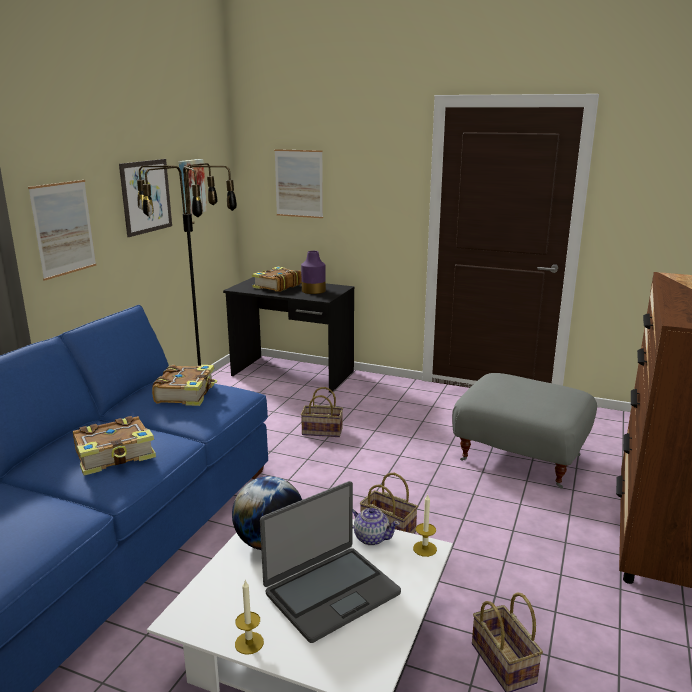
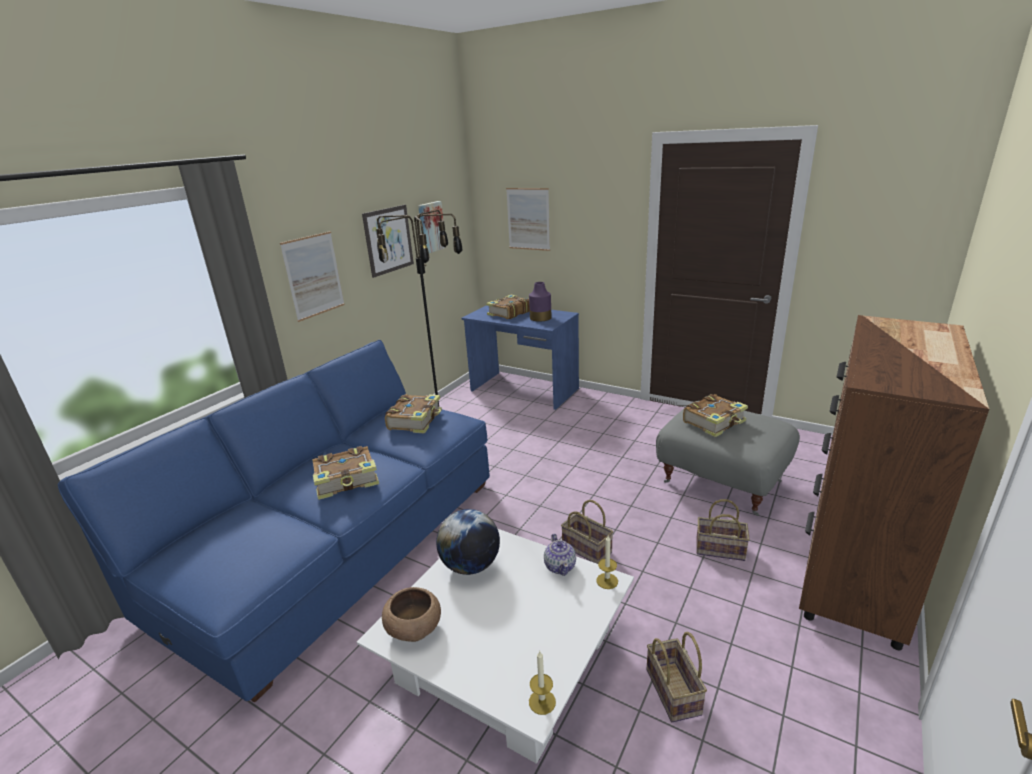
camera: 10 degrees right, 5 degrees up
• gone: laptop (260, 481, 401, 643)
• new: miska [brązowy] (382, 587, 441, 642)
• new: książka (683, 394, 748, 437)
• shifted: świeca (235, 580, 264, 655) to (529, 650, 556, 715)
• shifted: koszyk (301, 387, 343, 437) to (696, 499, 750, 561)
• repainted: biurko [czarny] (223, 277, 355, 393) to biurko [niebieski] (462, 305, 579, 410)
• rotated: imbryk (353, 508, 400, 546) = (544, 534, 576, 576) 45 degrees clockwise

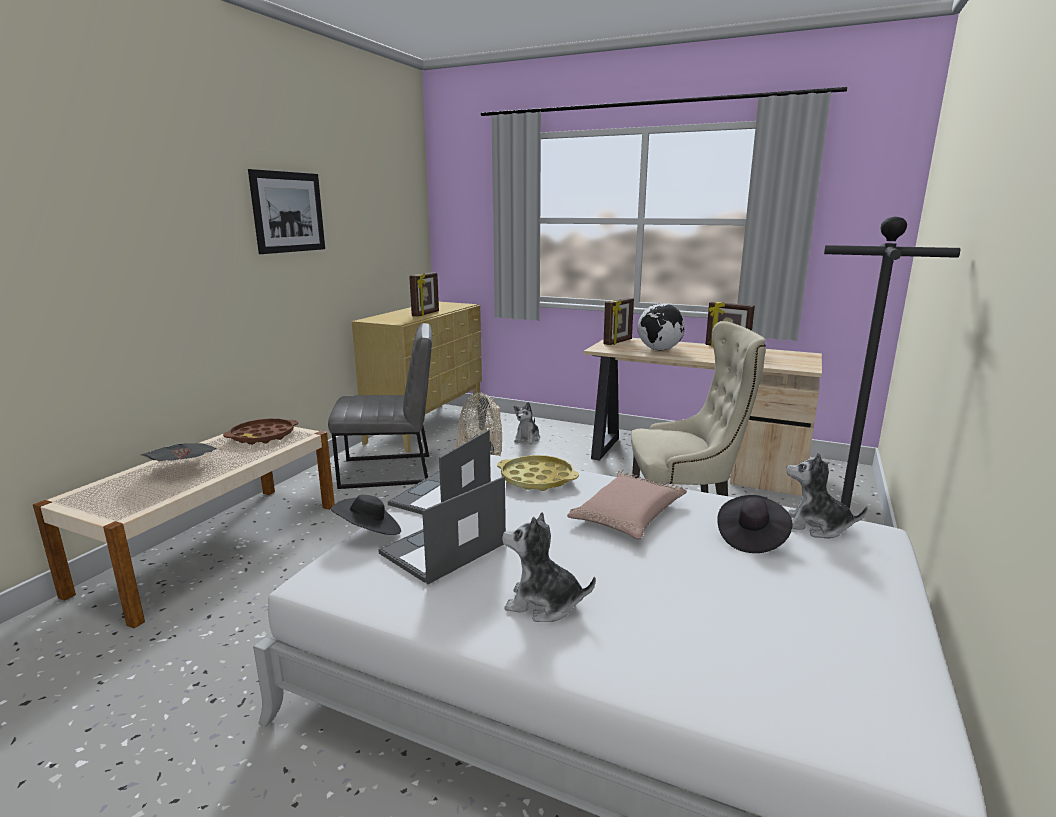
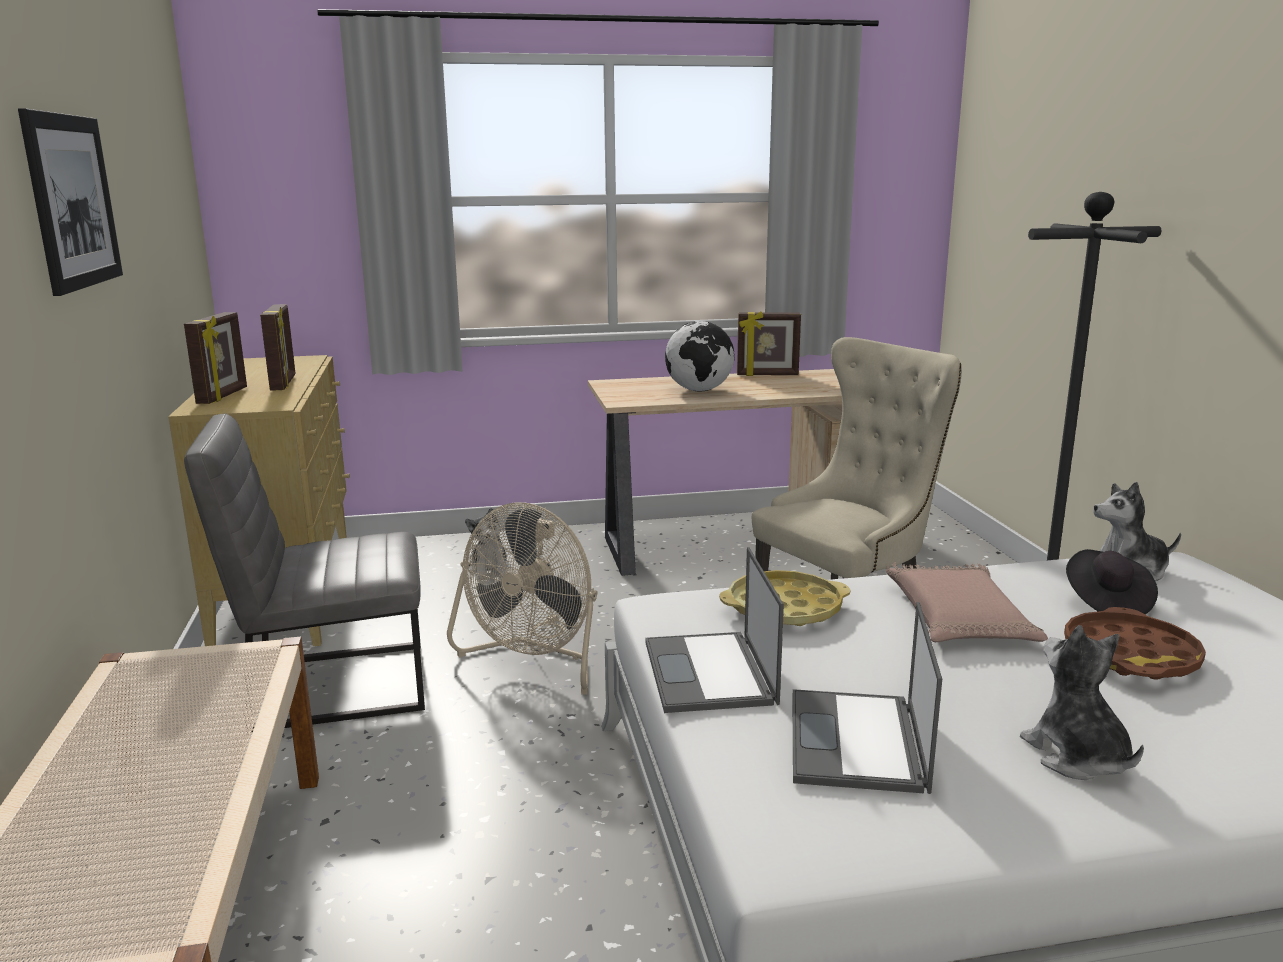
camera: 35 degrees left, 0 degrees up
• gone: gazeta (140, 443, 217, 461)
• gone: kapelusz [czarny] (331, 495, 401, 535)
• shifted: taca [brązowy] (223, 418, 298, 445) to (1064, 607, 1206, 680)
• shifted: ramka na zdjęcie (603, 298, 634, 345) to (184, 312, 247, 404)
• rotated: krzesło [szary] (328, 323, 432, 489) = (184, 413, 425, 733) 150 degrees counterclockwise
• rotated: pluszak (502, 512, 596, 622) = (1020, 625, 1144, 780) 90 degrees clockwise

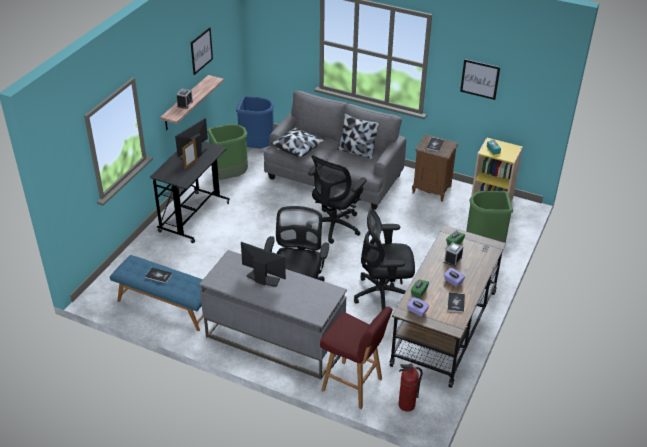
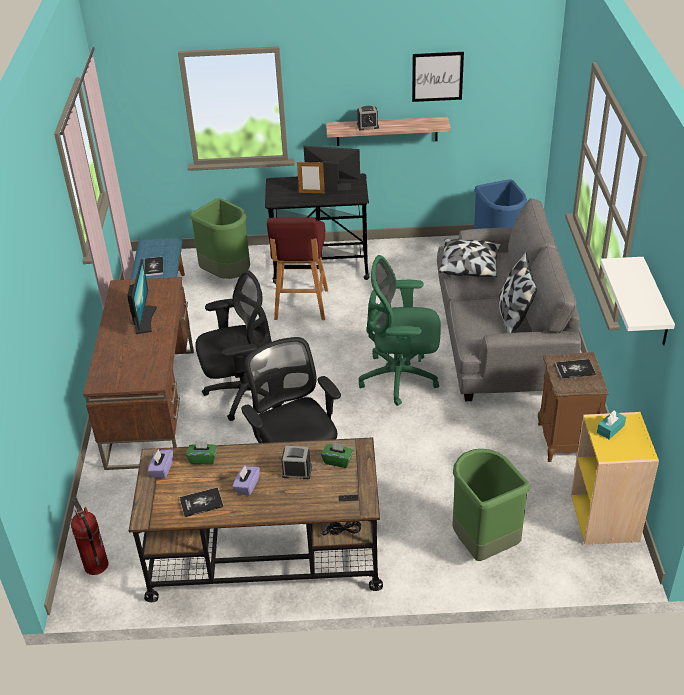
camera: 65 degrees right, 0 degrees up
• shifted: kosz na śmieci [zielony] (207, 124, 248, 180) to (190, 198, 250, 279)
• shifted: stołek [czerwony] (320, 307, 393, 409) to (267, 218, 328, 320)
• swapped: obraz (460, 59, 500, 100) to półka [biały] (600, 257, 675, 345)
• repainted: biurko [szary] (199, 250, 347, 380) to biurko [brązowy] (83, 277, 194, 470)
• repainted: krzesło biurowe [czarny] (308, 155, 367, 244) to krzesło biurowe [zielony] (359, 255, 441, 406)

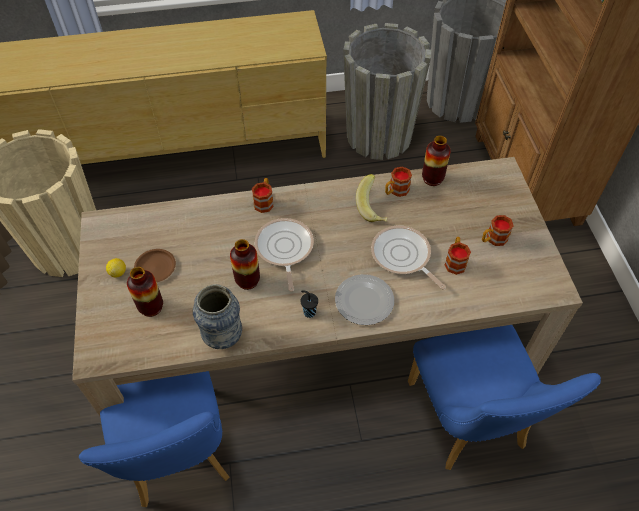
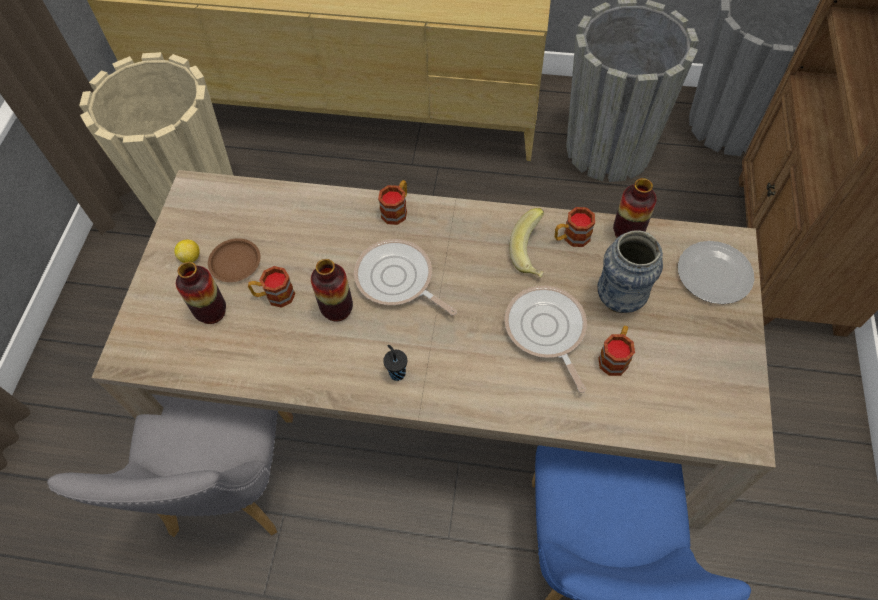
camera: 20 degrees right, 5 degrees up
• shifted: wazon (193, 284, 242, 349) to (597, 230, 663, 313)
• shifted: talerz (335, 274, 394, 325) to (678, 241, 755, 304)
• shifted: kubek (482, 215, 513, 246) to (248, 266, 296, 308)
• repainted: krzesło [niebieski] (79, 371, 230, 507) to krzesło [szary] (47, 394, 293, 537)
• rotated: patelnia (255, 218, 314, 292) = (354, 239, 457, 316) 60 degrees counterclockwise

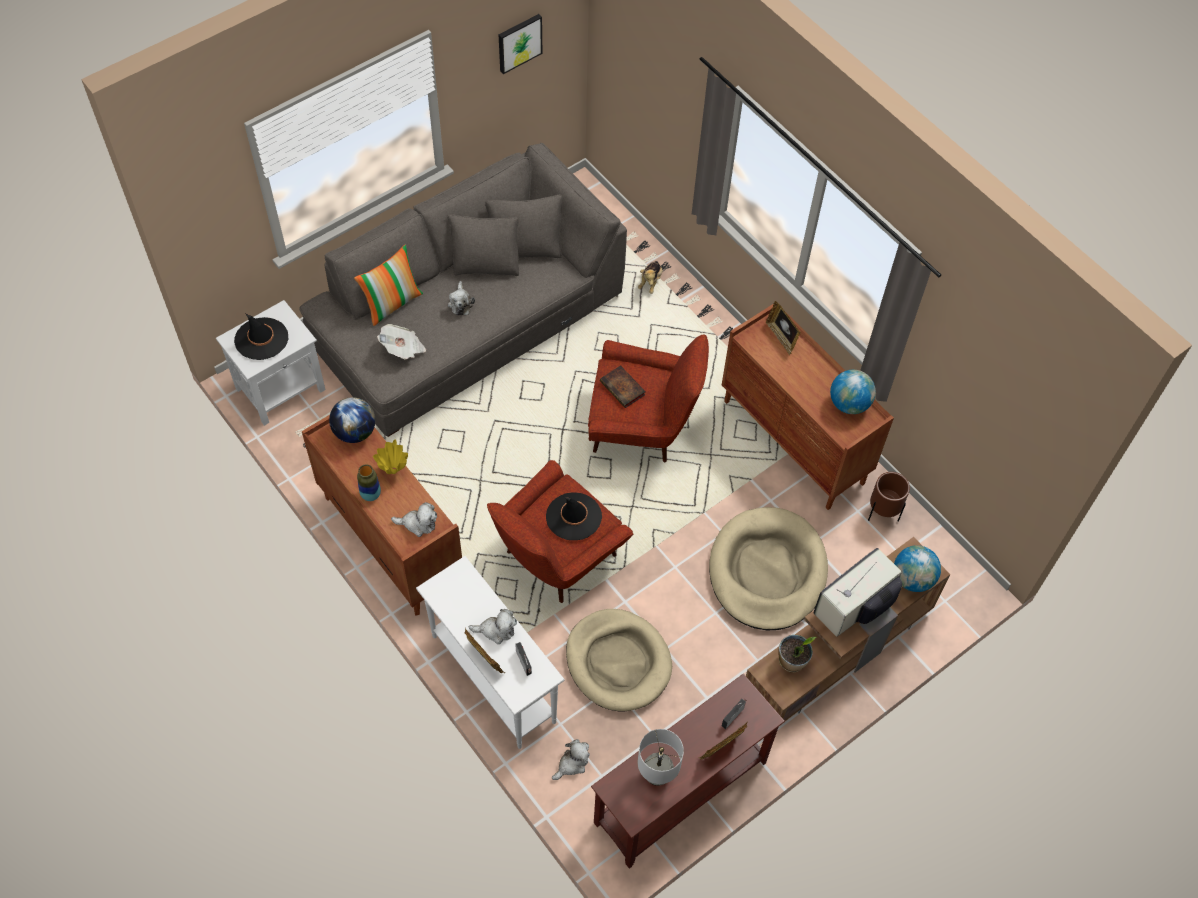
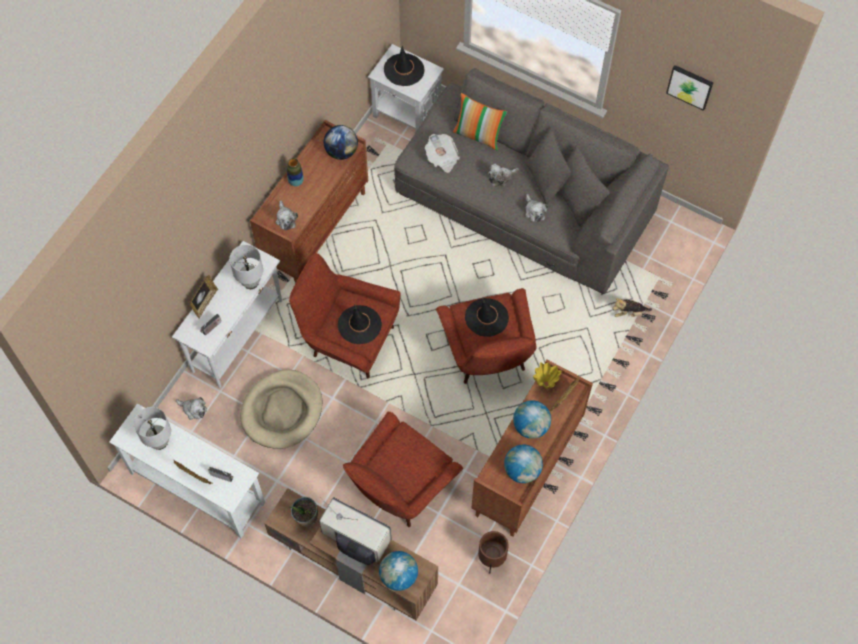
camera: 70 degrees right, 5 degrees up
• new: lampa stołowa [biały] (229, 245, 263, 289)
• new: globus (513, 400, 551, 439)
• shifted: wazon [żółty] (373, 440, 408, 474) to (533, 362, 562, 389)
• shifted: pluszak (469, 609, 517, 644) to (525, 194, 548, 223)
• swapped: książka (600, 365, 646, 408) to kapelusz [czarny] (465, 298, 509, 337)
• swapped: legowisko [beżowy] (709, 507, 828, 631) to fotel [czerwony] (343, 412, 463, 527)
• repainted: stolik konsolowy [brązowy] (591, 674, 785, 869) to stolik konsolowy [biały] (109, 403, 265, 538)

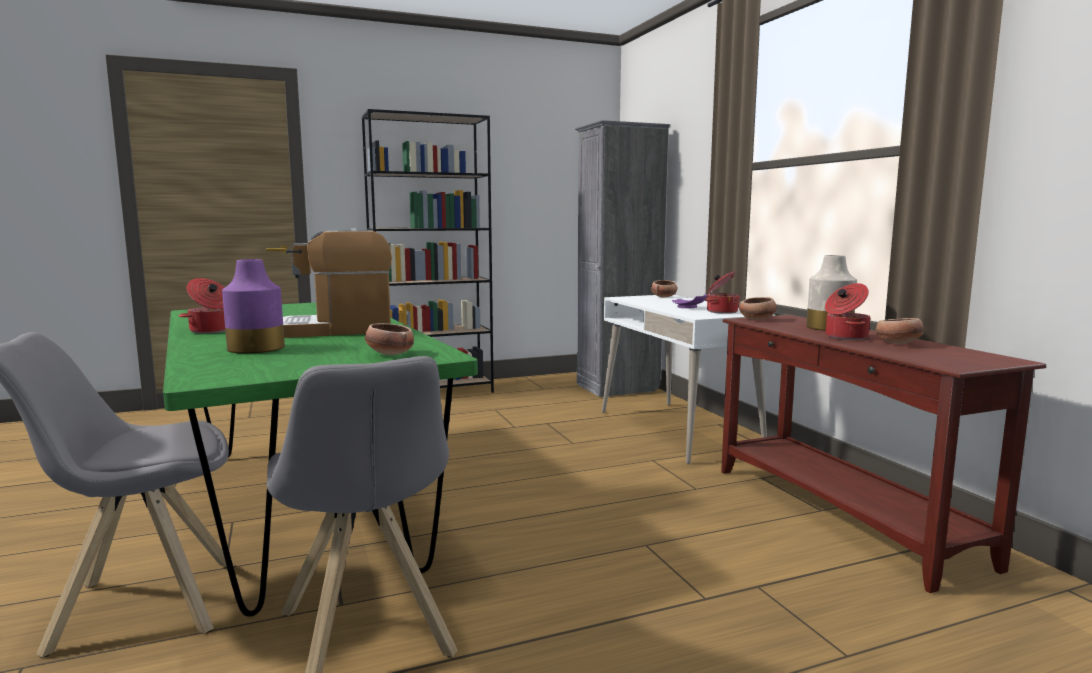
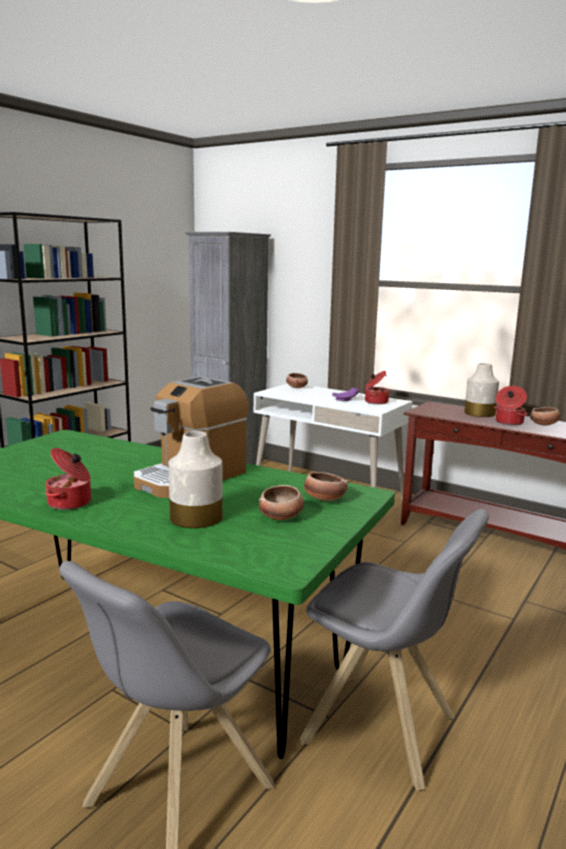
camera: 35 degrees left, 5 degrees up
• shifted: miska (739, 297, 777, 320) to (259, 485, 304, 520)
• repainted: wazon [fioletowy] (222, 259, 285, 353) to wazon [beżowy] (168, 431, 223, 528)

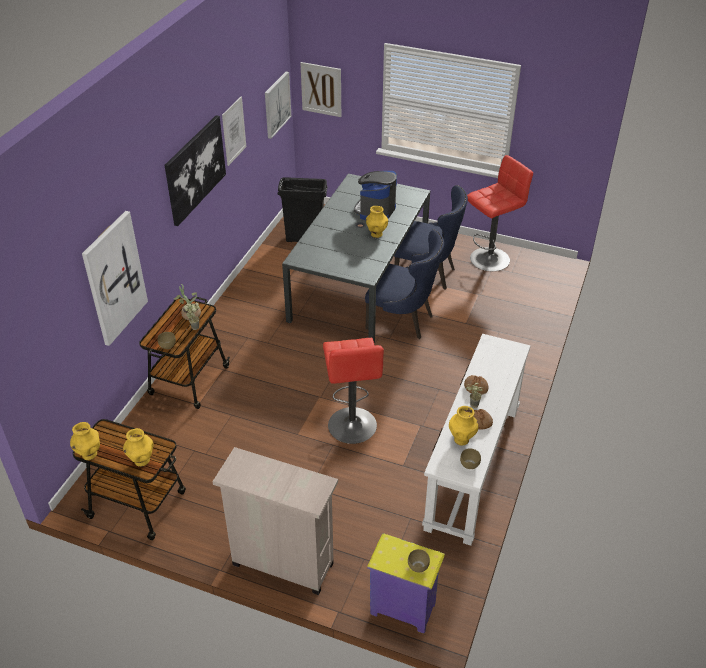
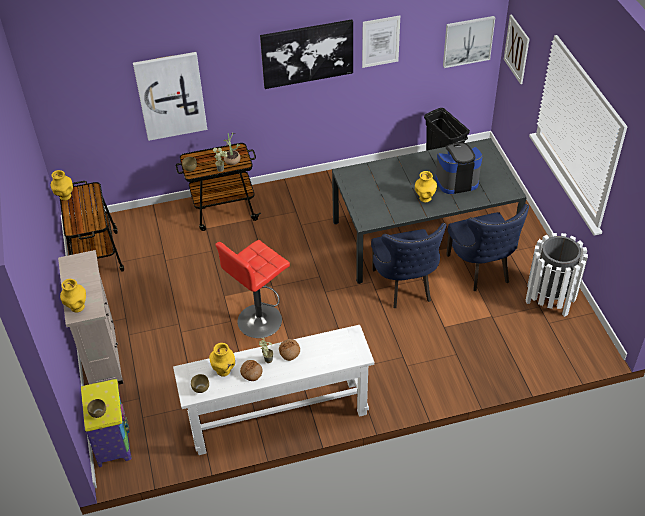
camera: 55 degrees right, 5 degrees up
• shifted: wazon [żółty] (123, 428, 153, 467) to (60, 279, 86, 312)
• swapped: stołek [czerwony] (467, 155, 533, 271) to kosz na śmieci [biały] (525, 233, 588, 317)

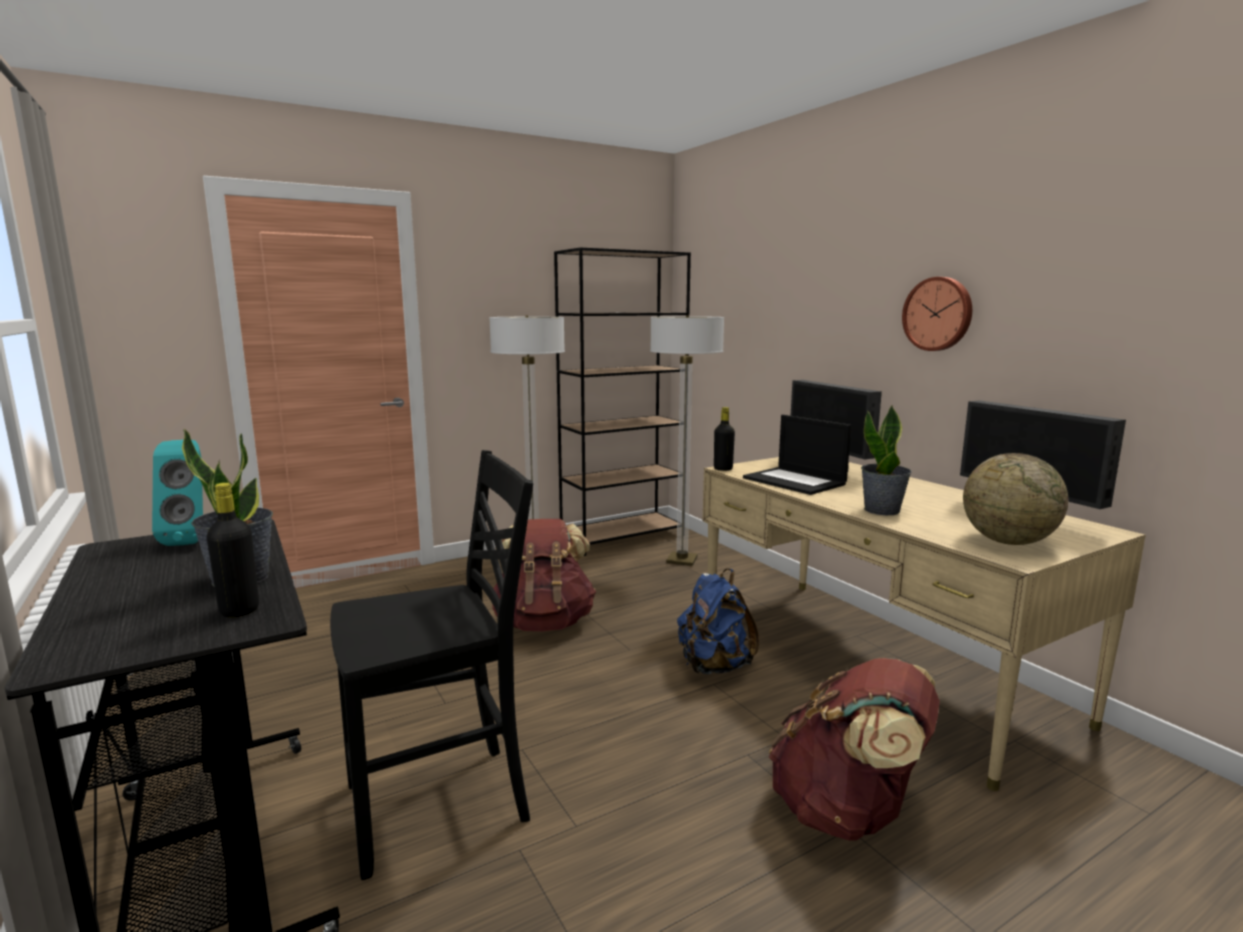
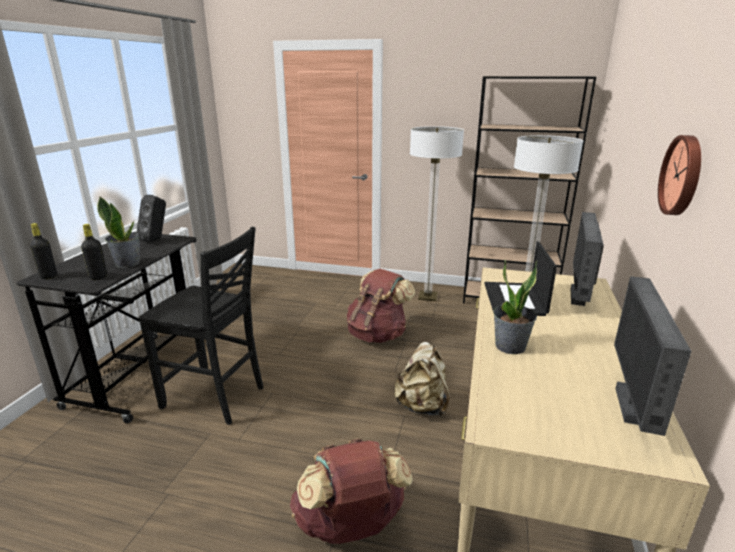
camera: 45 degrees right, 10 degrees up
• gone: globus (963, 453, 1068, 545)
• shifted: butelka [czarny] (714, 407, 735, 471) to (30, 223, 57, 279)
• repainted: głośnik [turkusowy] (152, 440, 203, 546) to głośnik [czarny] (136, 195, 166, 242)
• repainted: plecak [niebieski] (677, 569, 759, 674) to plecak [beżowy] (394, 342, 449, 416)

